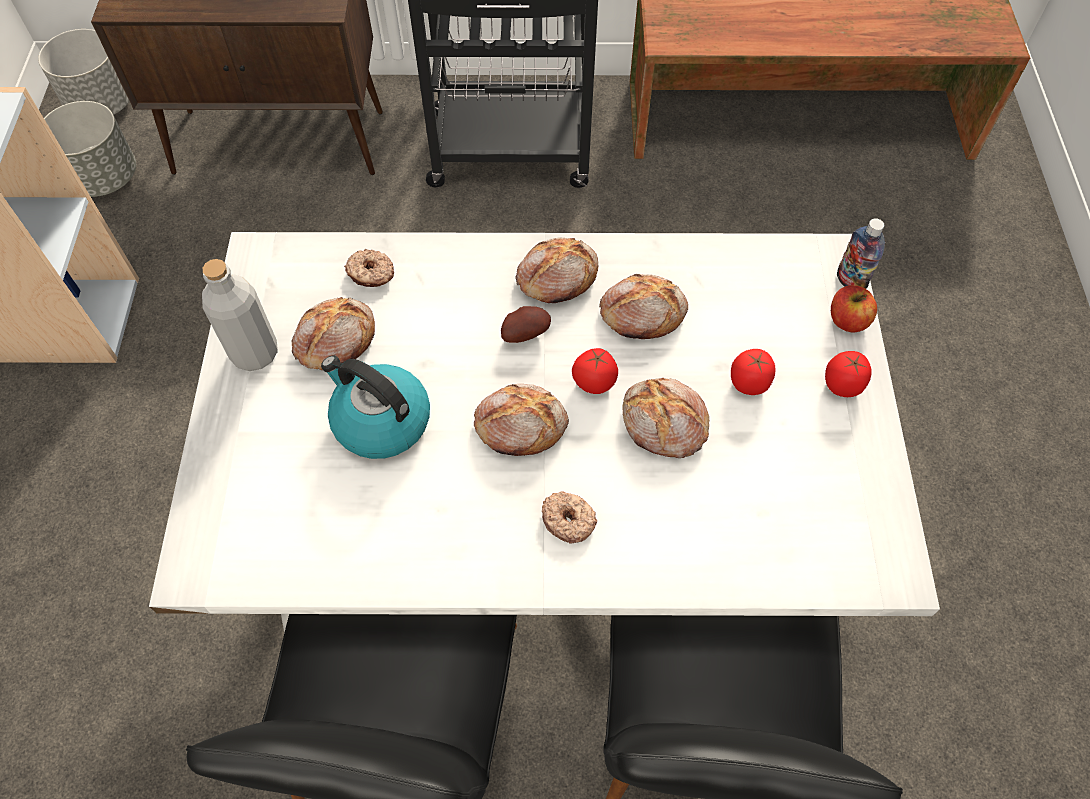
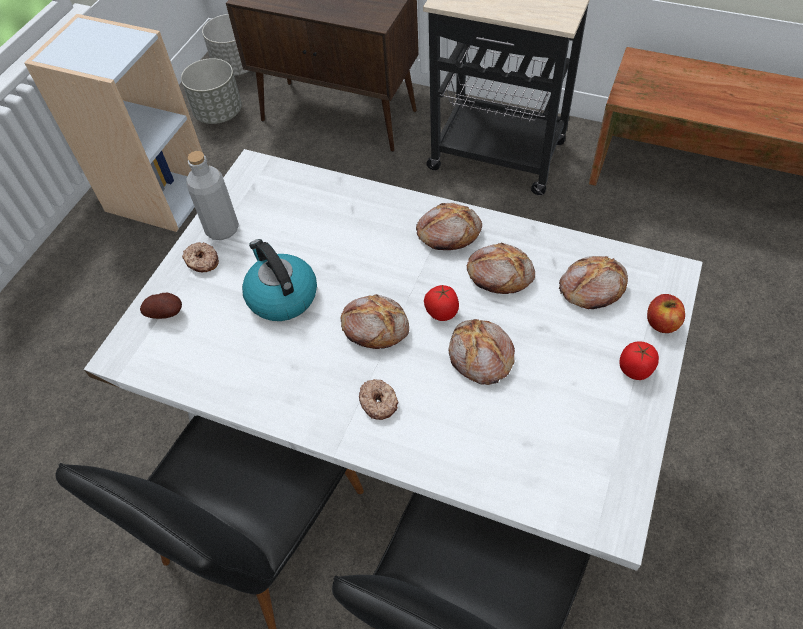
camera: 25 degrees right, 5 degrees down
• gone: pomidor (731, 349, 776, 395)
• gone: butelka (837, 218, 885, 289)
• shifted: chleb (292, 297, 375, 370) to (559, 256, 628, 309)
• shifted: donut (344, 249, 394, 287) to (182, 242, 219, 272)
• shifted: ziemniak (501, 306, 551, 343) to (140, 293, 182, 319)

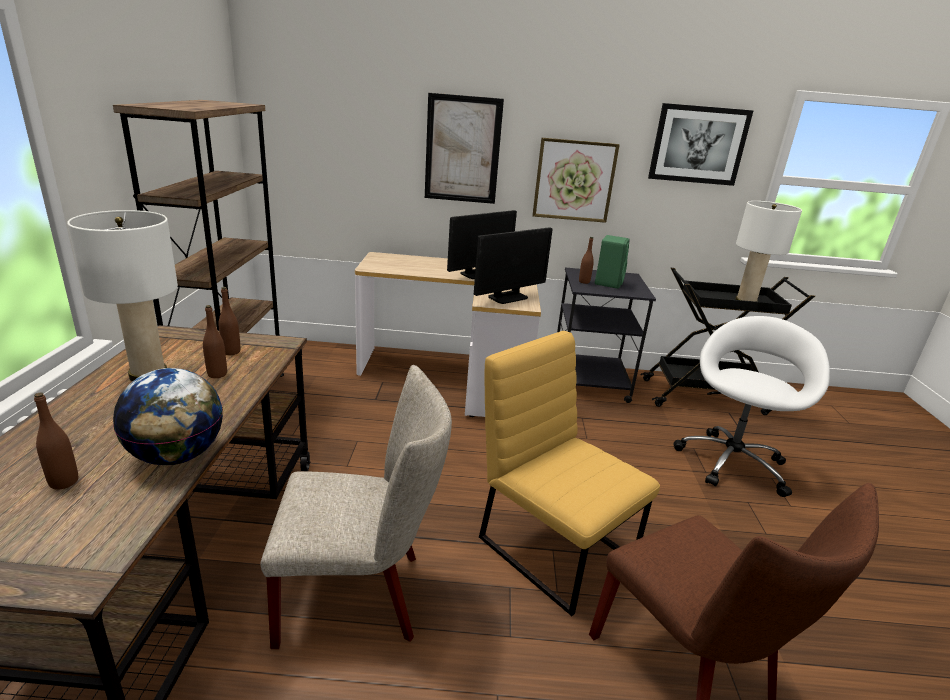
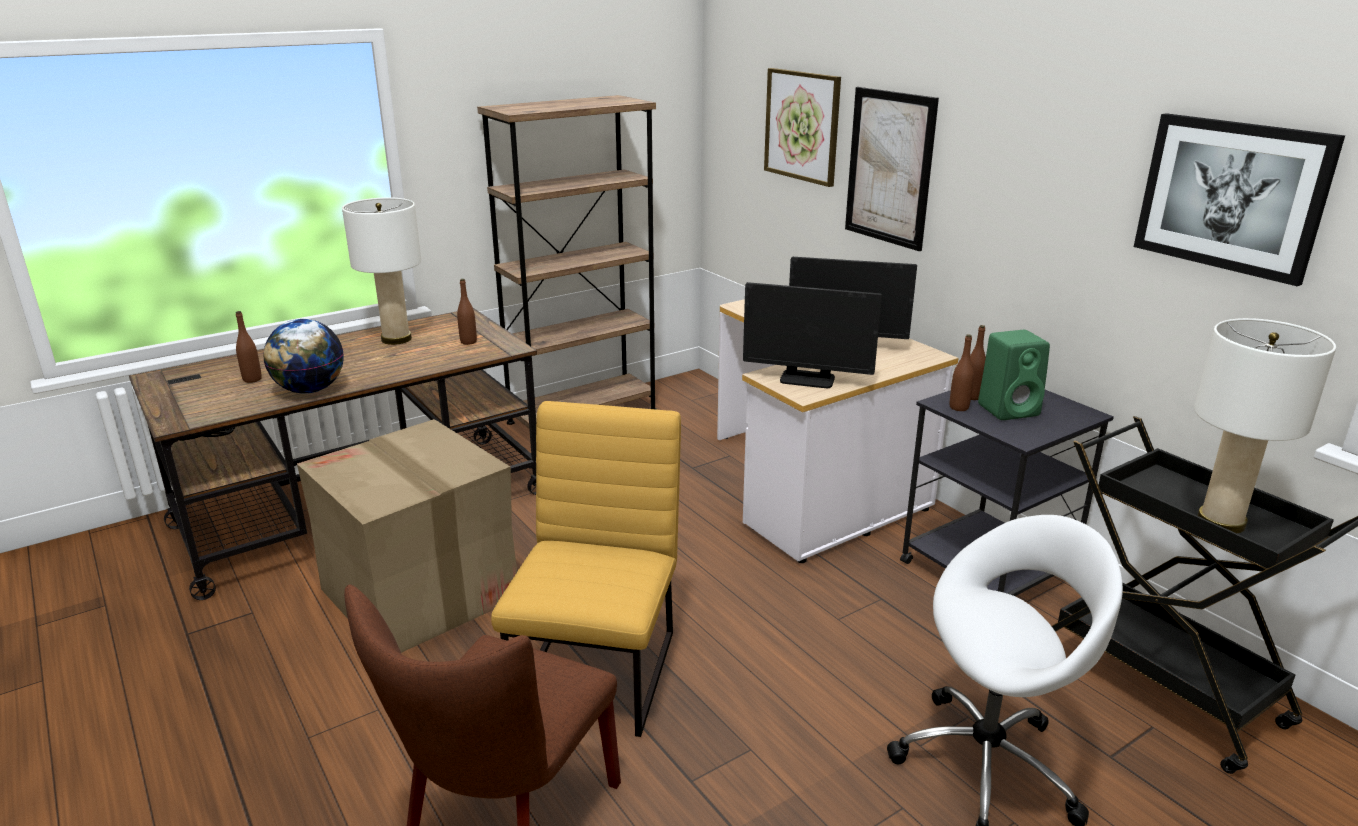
camera: 55 degrees right, 0 degrees up
• shifted: butelka [brązowy] (203, 305, 227, 378) to (950, 334, 974, 411)
• shifted: obraz (532, 138, 620, 223) to (764, 68, 841, 187)
• swapped: krzesło [beżowy] (261, 365, 452, 649) to karton (297, 419, 517, 653)

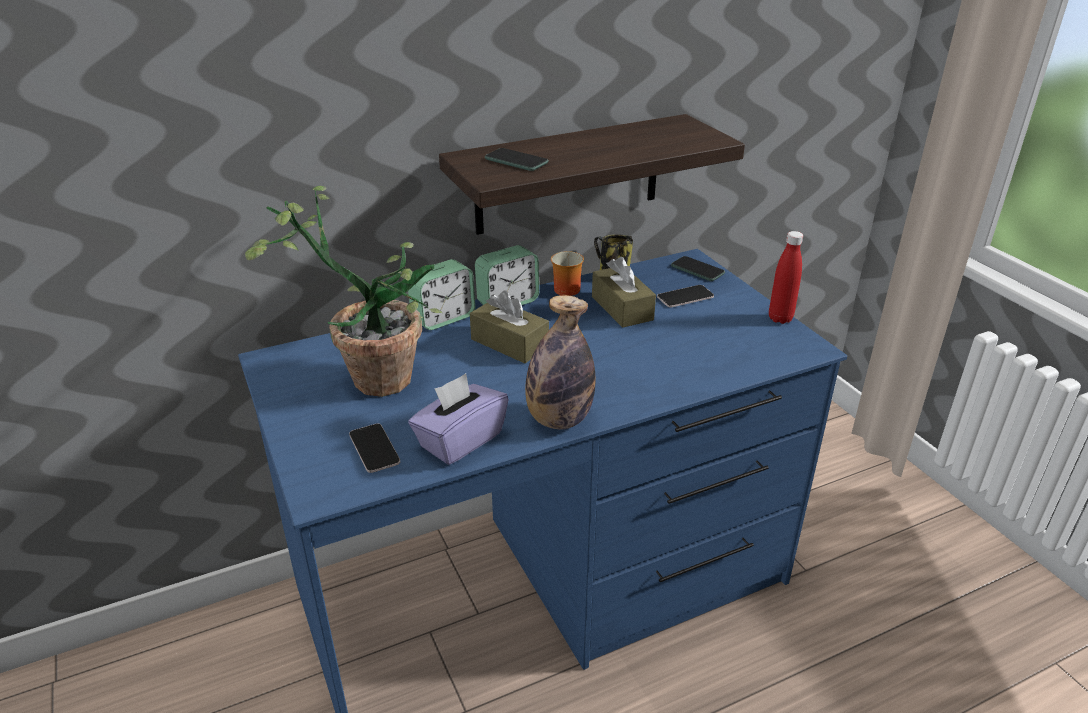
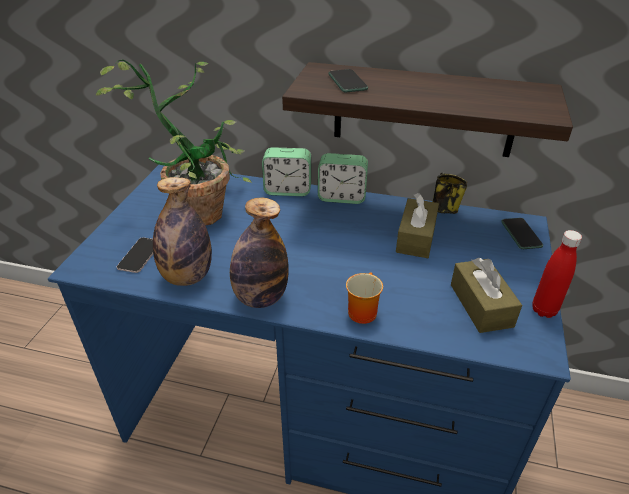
camera: 40 degrees right, 5 degrees up
• gone: telefon (657, 285, 714, 307)
• shifted: pudełko chusteczek [brązowy] (470, 291, 549, 363) to (451, 258, 522, 333)
• shifted: kubek (551, 251, 584, 296) to (346, 272, 383, 324)
• swapped: pudełko chusteczek [fioletowy] (408, 373, 509, 465) to butelka (153, 177, 212, 286)

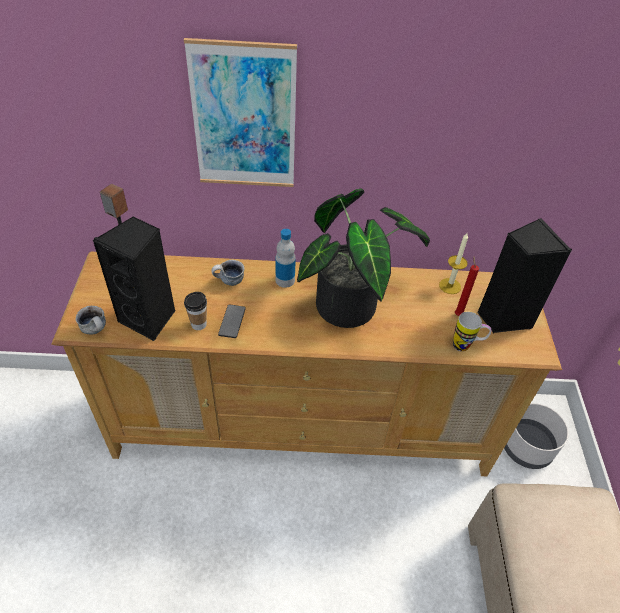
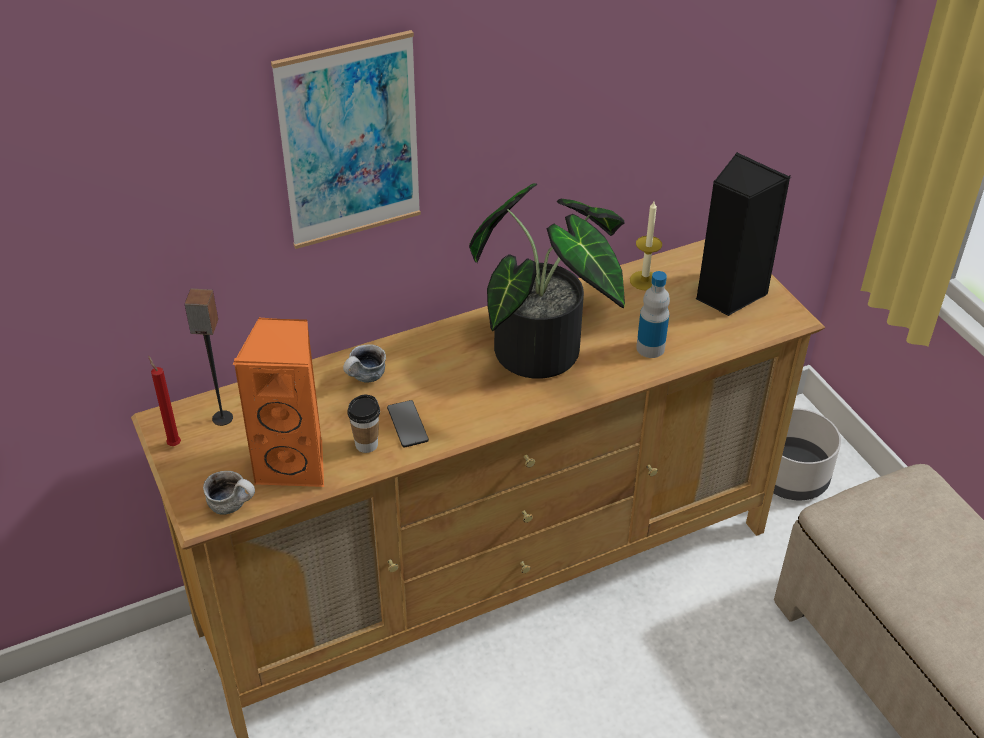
camera: 25 degrees left, 5 degrees down
• gone: kubek (453, 312, 492, 352)
• shifted: butelka (275, 229, 296, 288) to (636, 271, 670, 358)
• shifted: świeca [czerwony] (455, 256, 479, 316) to (148, 356, 181, 446)
• repainted: głośnik [czarny] (92, 216, 176, 341) to głośnik [pomarańczowy] (232, 317, 324, 487)

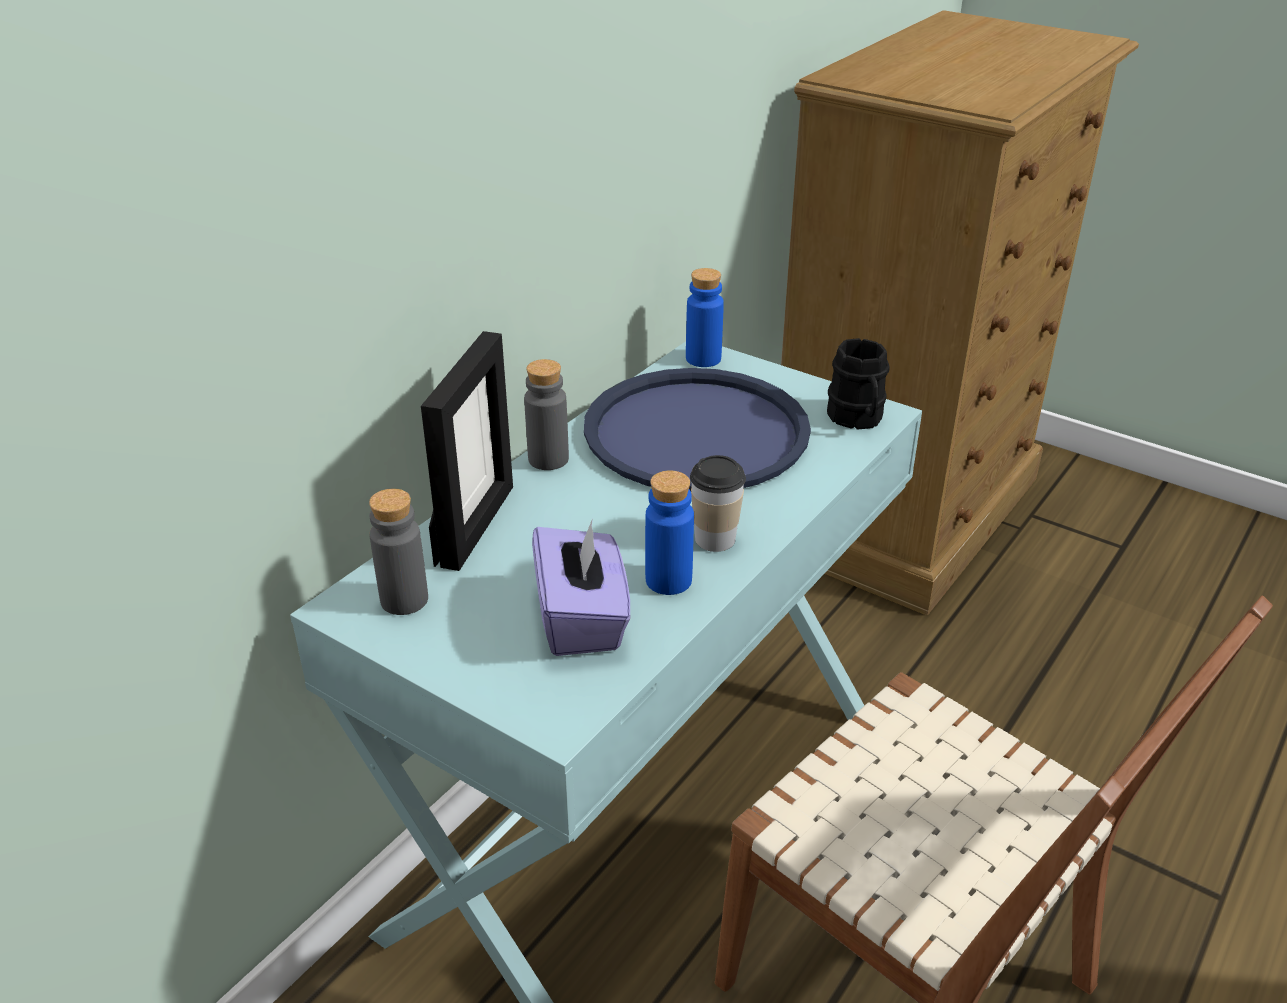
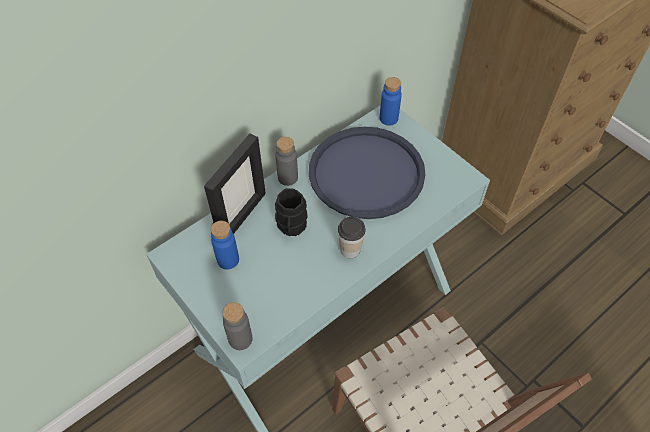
camera: 15 degrees right, 20 degrees up
• gone: pudełko chusteczek [fioletowy] (532, 518, 630, 656)
• shifted: butelka [szary] (369, 489, 428, 615) to (223, 302, 253, 350)
• shifted: butelka [niebieski] (645, 471, 694, 595) to (211, 221, 239, 270)
• shifted: kubek [czarny] (827, 338, 890, 430) to (275, 188, 308, 236)

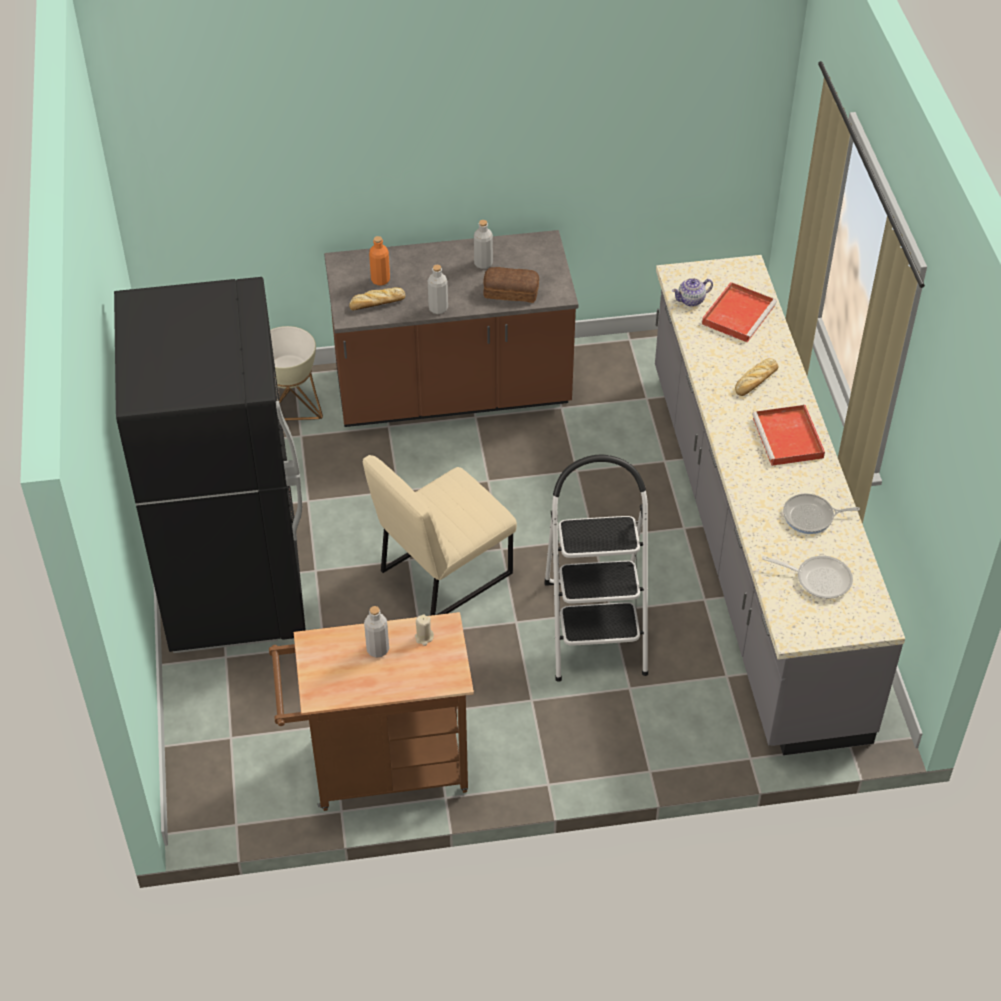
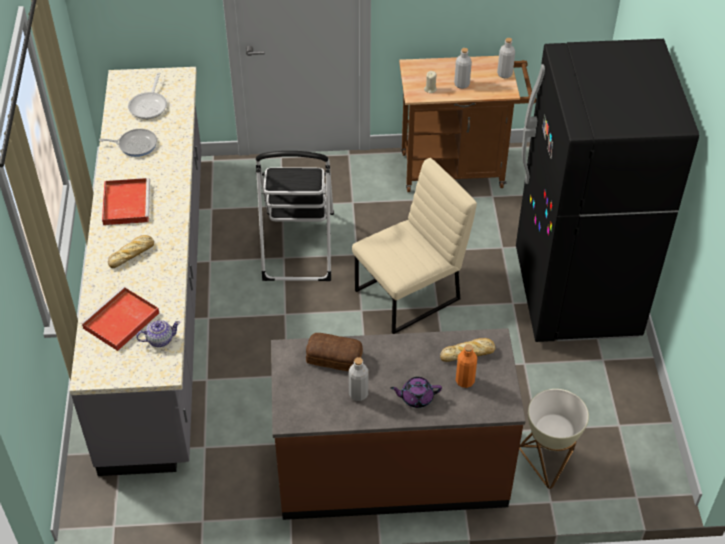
camera: 175 degrees left, 0 degrees up
• new: imbryk [fioletowy] (390, 377, 442, 408)
• shifted: butelka [szary] (428, 265, 448, 314) to (497, 38, 515, 78)
• rotated: patelnia (762, 556, 853, 599) = (128, 72, 167, 119) 105 degrees counterclockwise

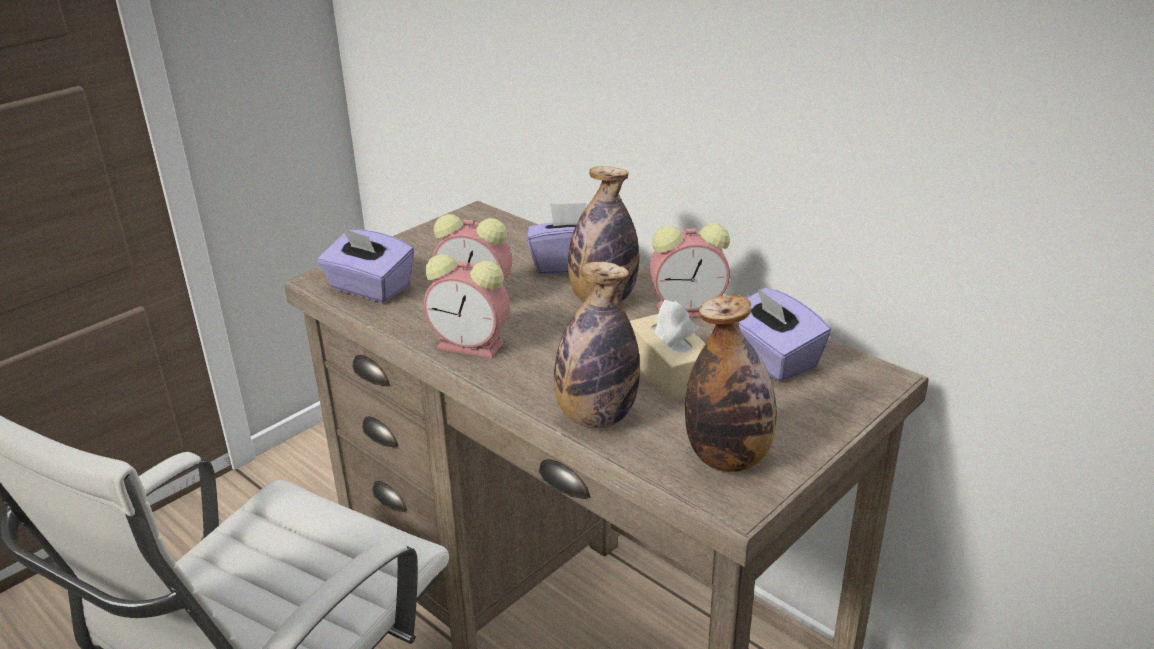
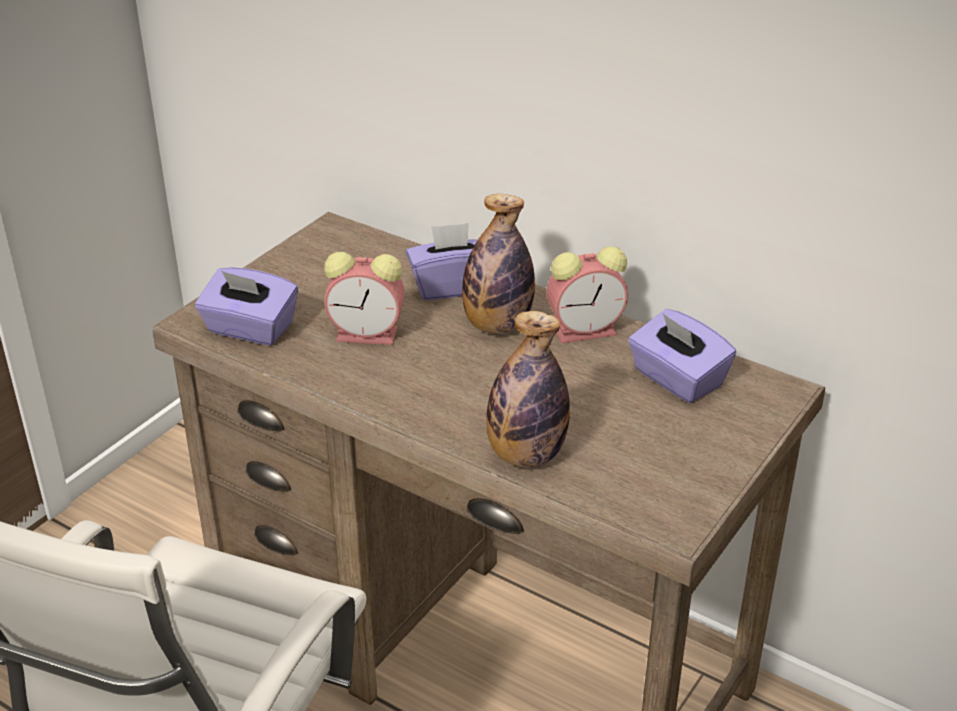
camera: 10 degrees left, 5 degrees up
• gone: budzik (424, 254, 510, 359)
• gone: pudełko chusteczek [beżowy] (630, 300, 705, 402)
• gone: butelka (685, 295, 777, 472)

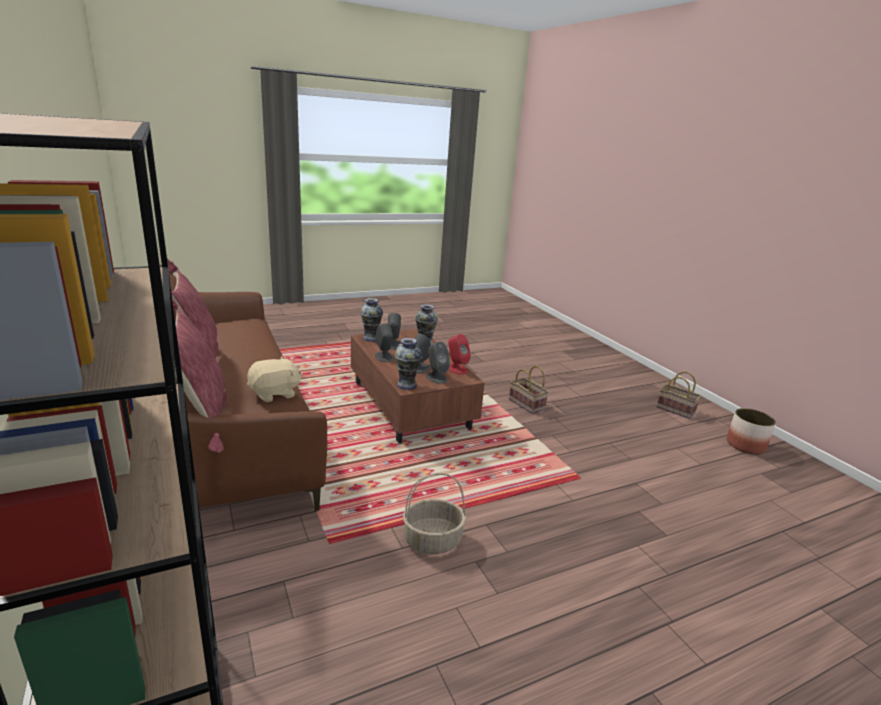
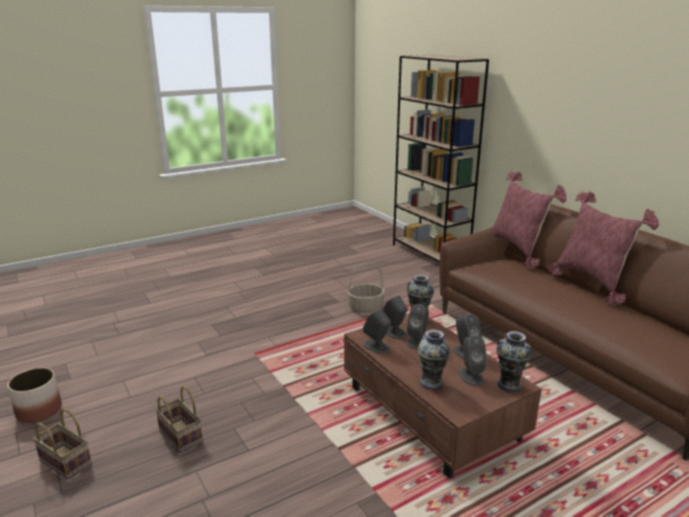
camera: 175 degrees right, 0 degrees up
• gone: pluszak [beżowy] (247, 356, 303, 402)
• shifted: koszyk (509, 366, 549, 414) to (155, 386, 203, 453)
• repainted: głośnik [czerwony] (448, 334, 471, 375) to głośnik [szary] (363, 308, 391, 354)

